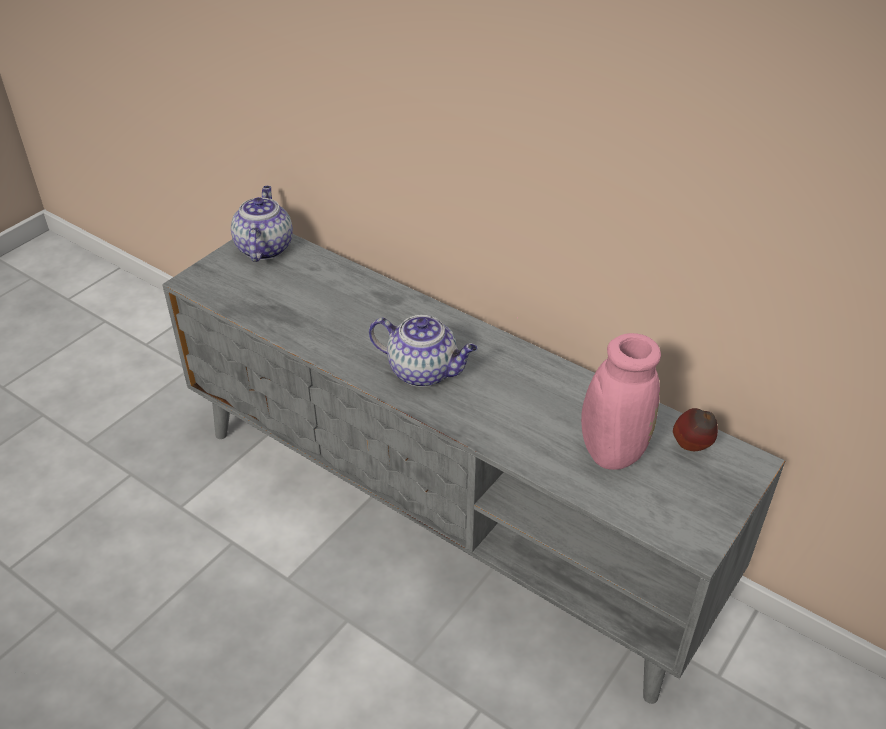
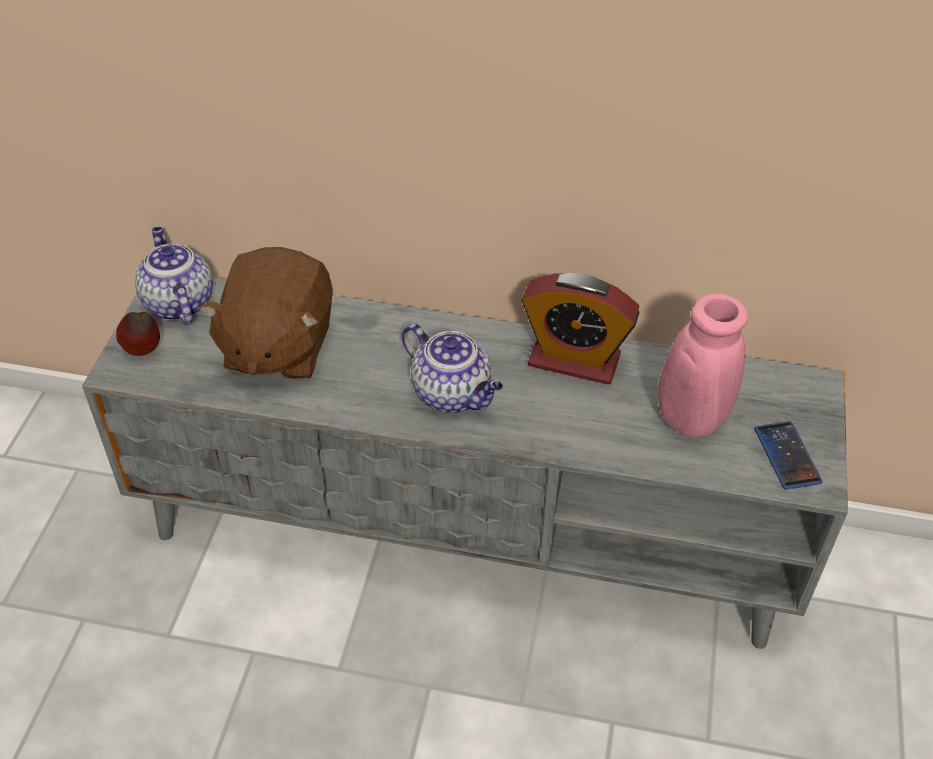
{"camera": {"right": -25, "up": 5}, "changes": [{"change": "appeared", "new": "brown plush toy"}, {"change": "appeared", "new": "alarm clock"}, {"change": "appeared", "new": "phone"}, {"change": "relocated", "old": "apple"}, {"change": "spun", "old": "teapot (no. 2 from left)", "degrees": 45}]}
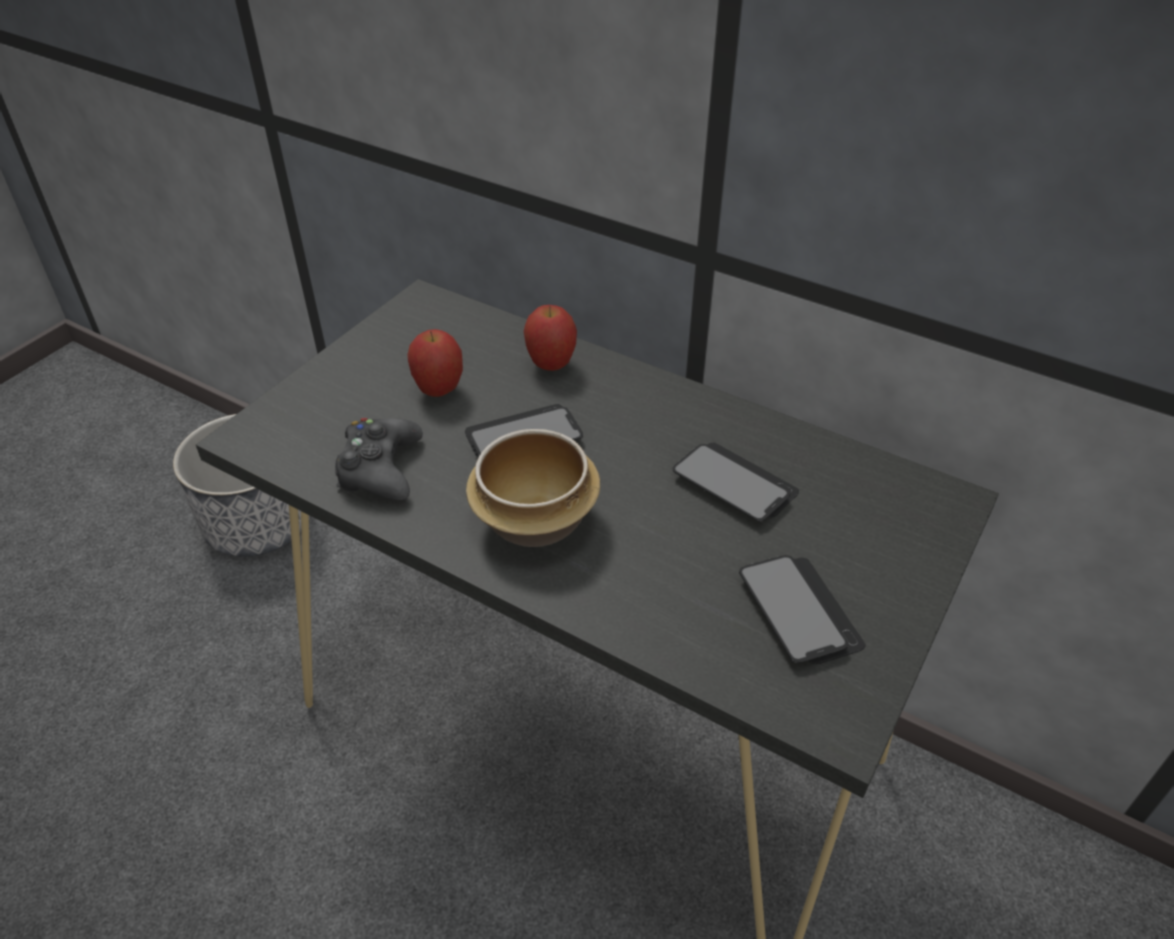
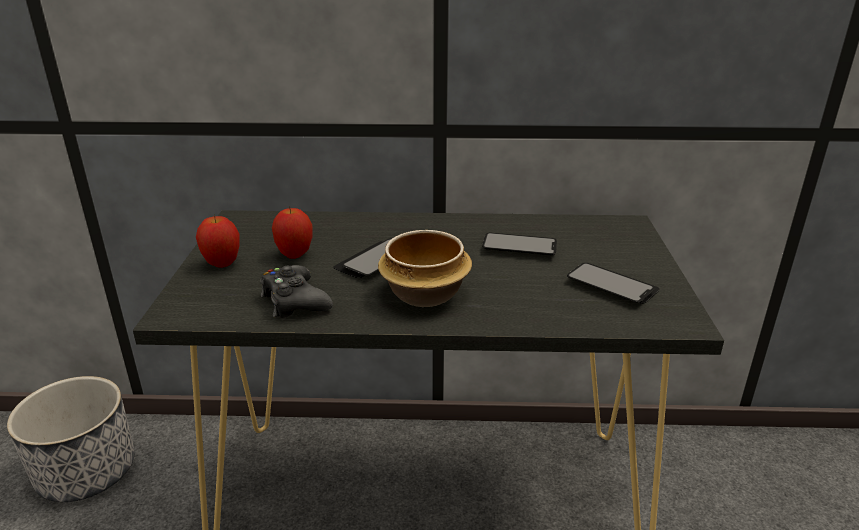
{"camera": {"right": -30, "up": -15}, "changes": [{"change": "relocated", "old": "apple (no. 2 from left in the first image)", "new": "apple (no. 1 from left)"}]}
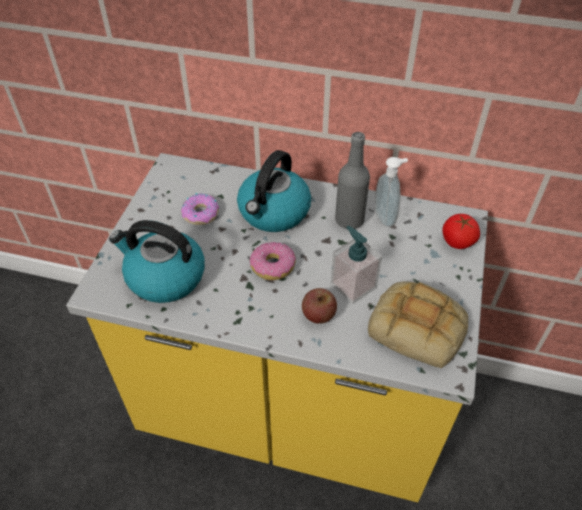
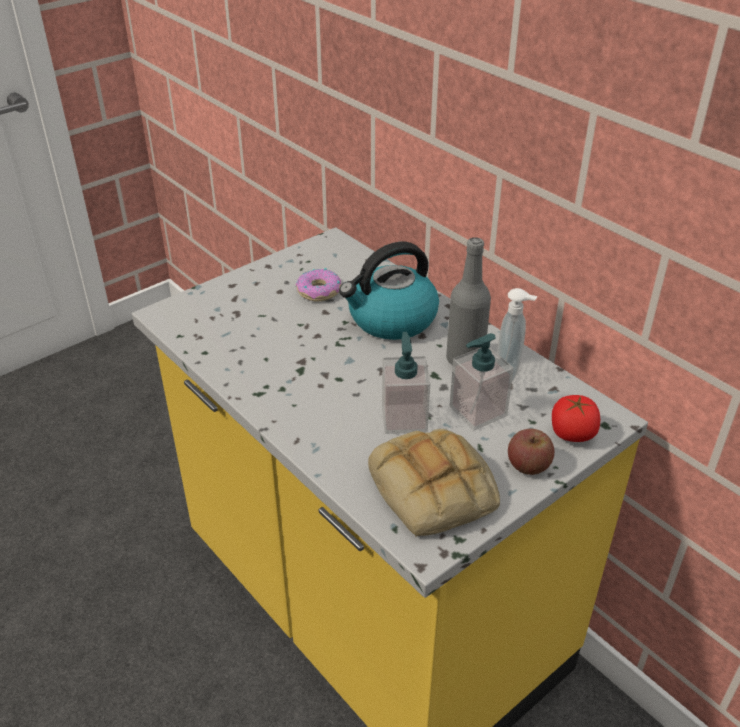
{"camera": {"right": 35, "up": -10}, "changes": [{"change": "missing", "old": "kettle (no. 1 from left)"}, {"change": "missing", "old": "donut (no. 2 from left)"}, {"change": "appeared", "new": "soap dispenser (no. 2 from left)"}, {"change": "relocated", "old": "apple"}]}
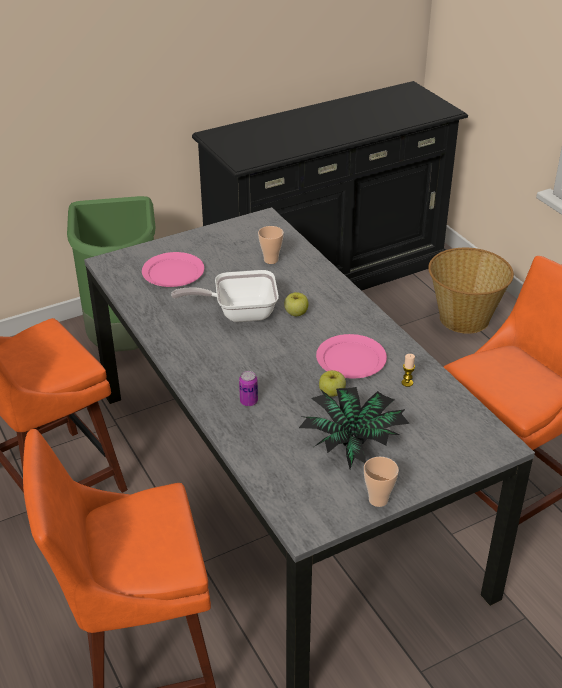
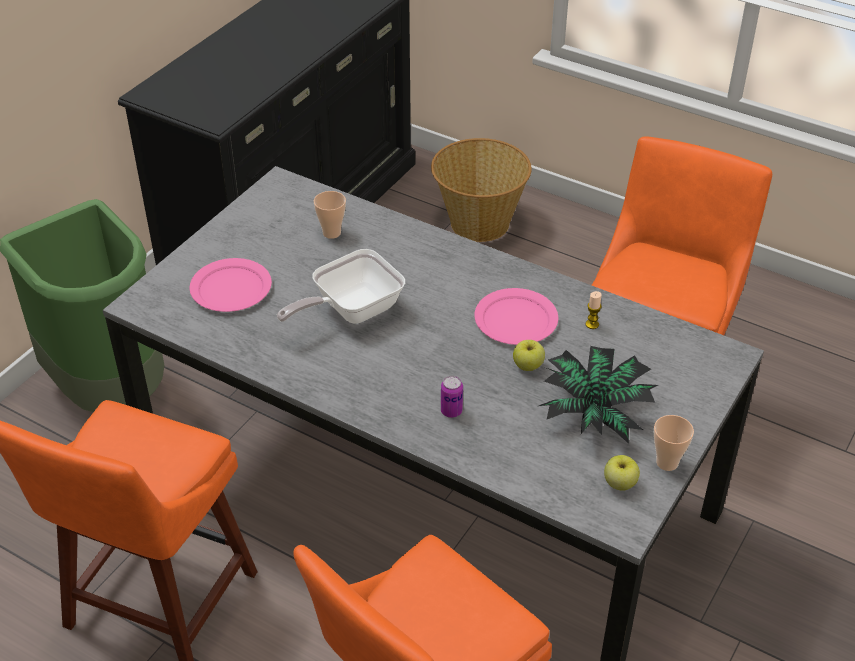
{"camera": {"right": -30, "up": 5}, "changes": [{"change": "relocated", "old": "apple (no. 1 from left in the first image)", "new": "apple (no. 2 from left)"}]}
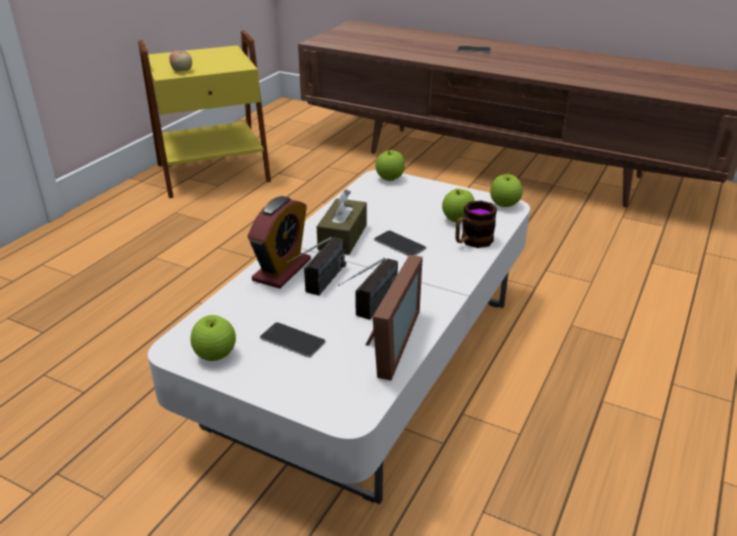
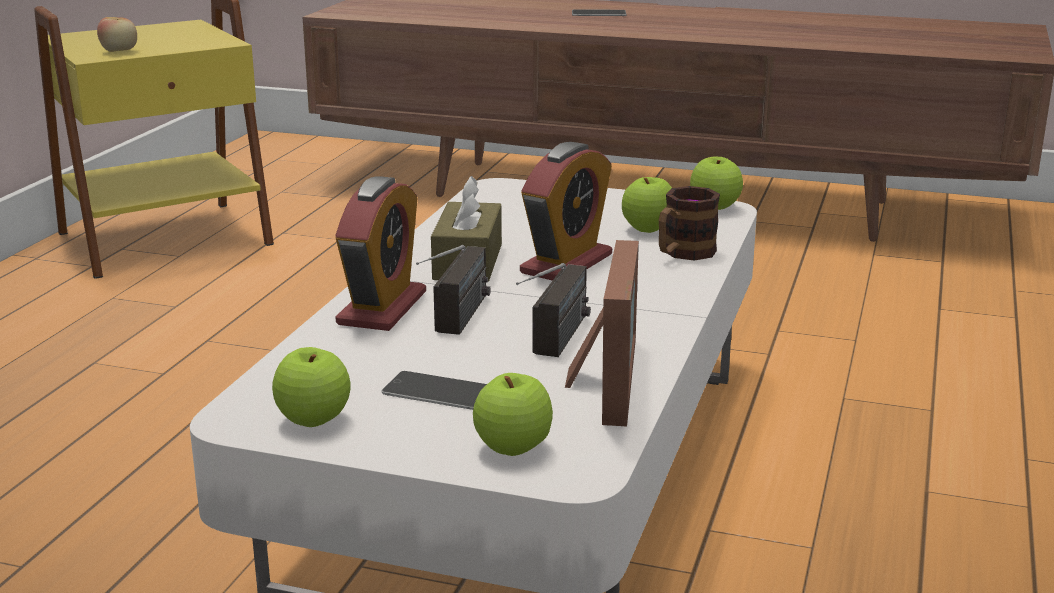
{"camera": {"right": -10, "up": -10}, "changes": [{"change": "relocated", "old": "apple (no. 3 from left)"}, {"change": "exchanged", "old": "phone (no. 2 from left)", "new": "alarm clock (no. 2 from left)"}]}
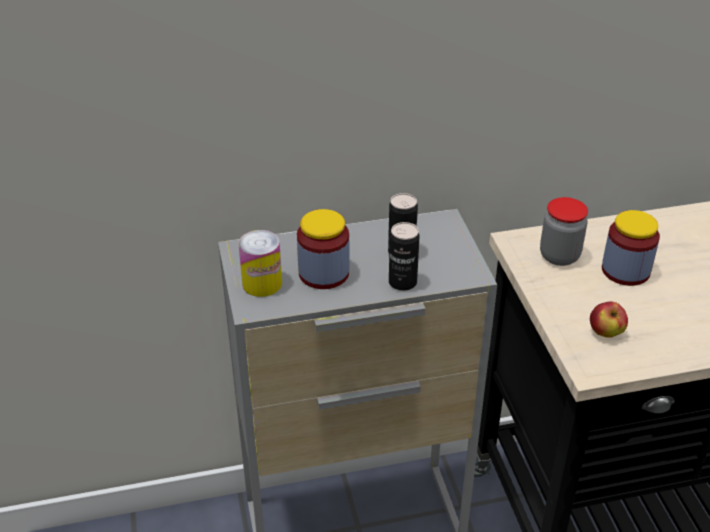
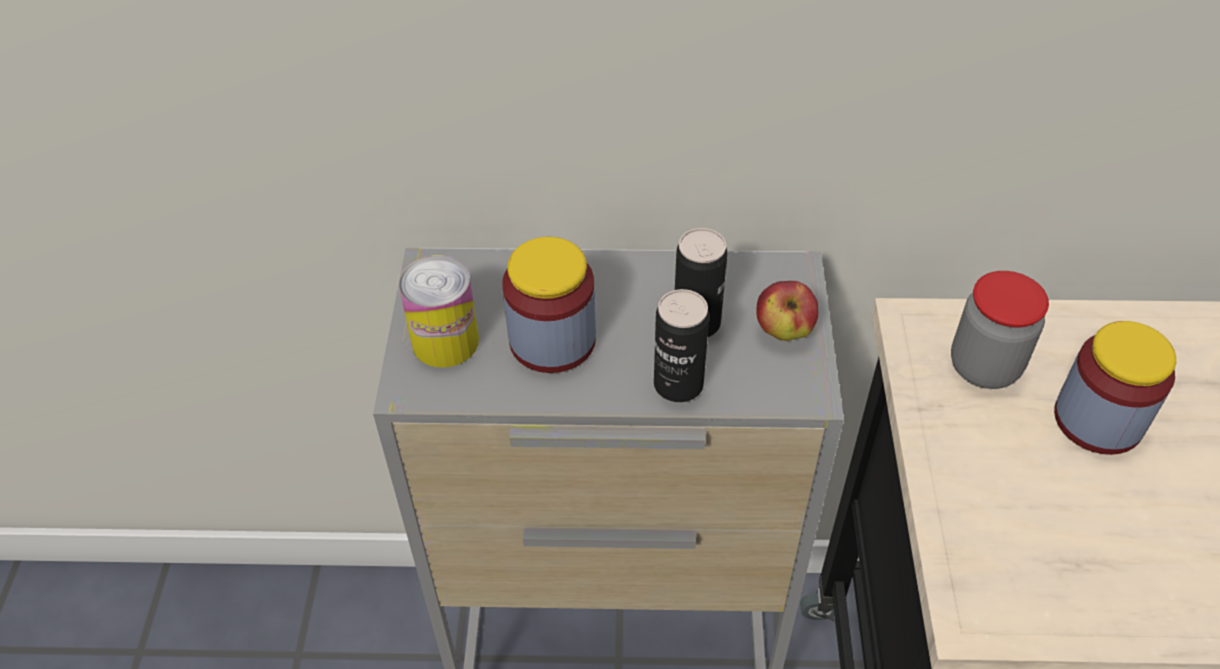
{"camera": {"right": 15, "up": 10}, "changes": [{"change": "relocated", "old": "apple"}]}
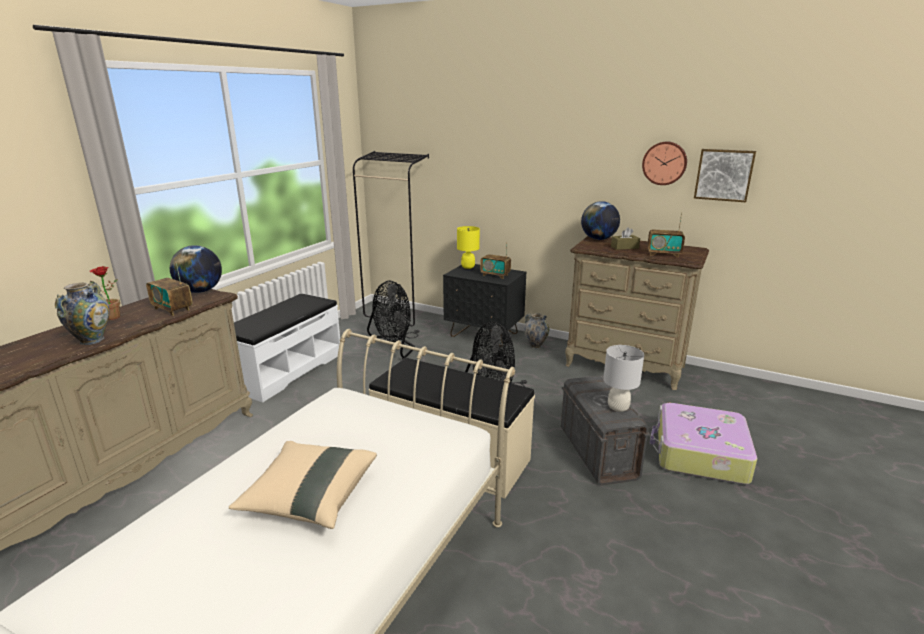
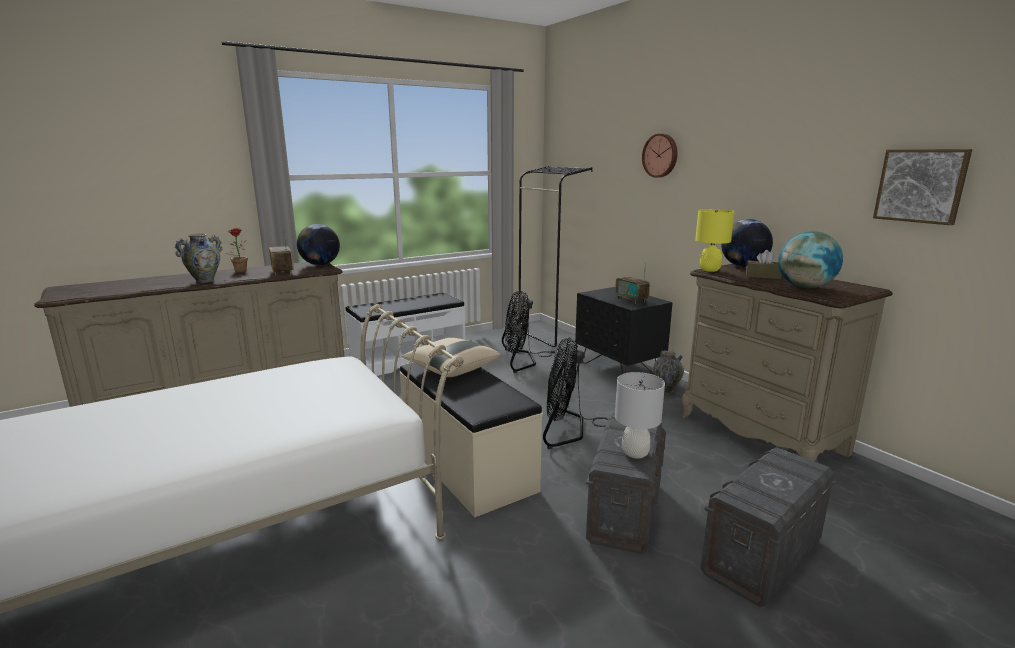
{"camera": {"right": 30, "up": -5}, "changes": [{"change": "relocated", "old": "beige pillow"}, {"change": "relocated", "old": "yellow table lamp"}, {"change": "relocated", "old": "wall clock"}, {"change": "exchanged", "old": "radio (no. 3 from left)", "new": "globe (no. 3 from left)"}, {"change": "exchanged", "old": "suitcase", "new": "grey storage box (no. 2 from left)"}]}
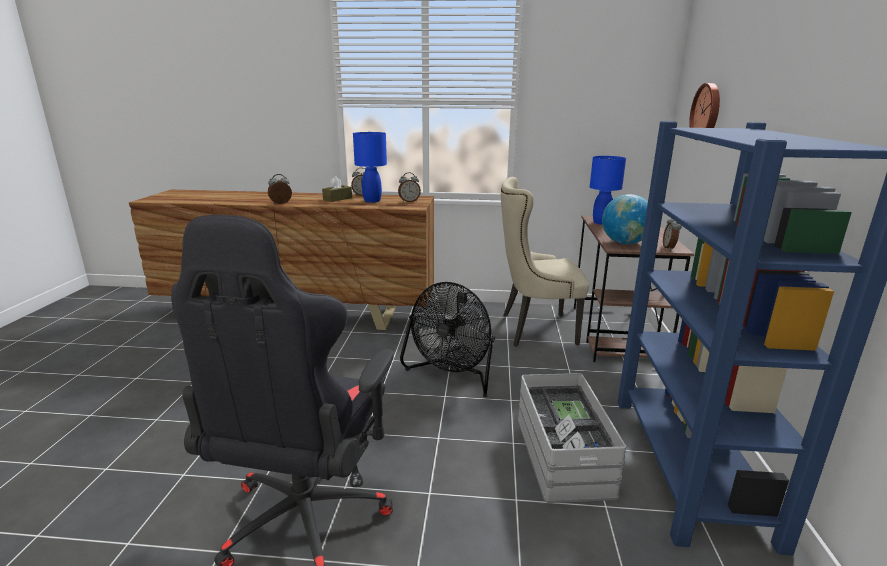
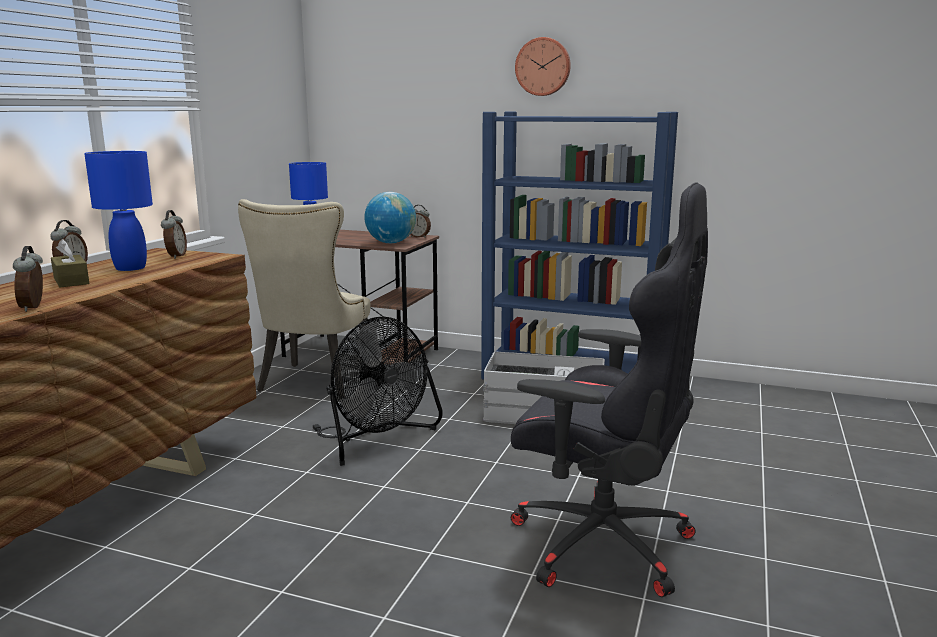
{"camera": {"right": -75, "up": -5}, "changes": [{"change": "relocated", "old": "wall clock"}]}
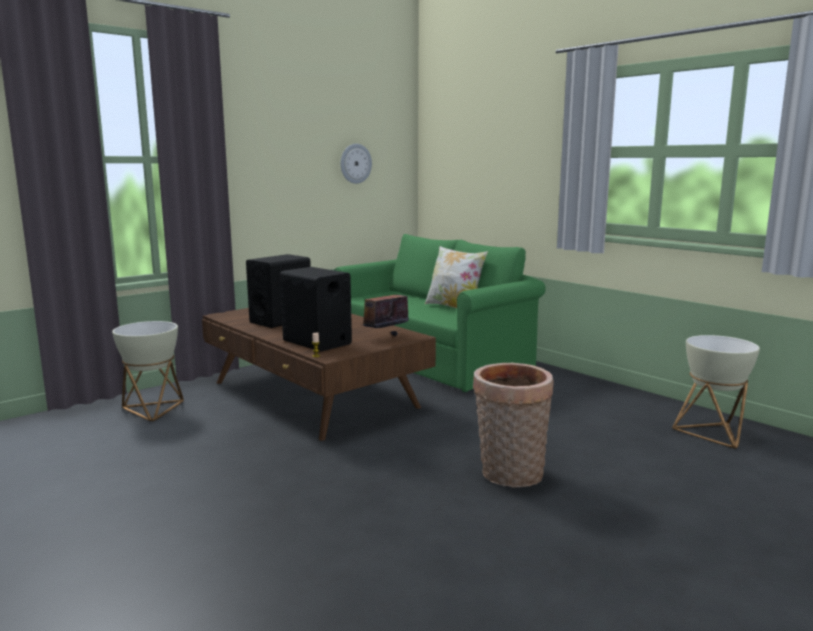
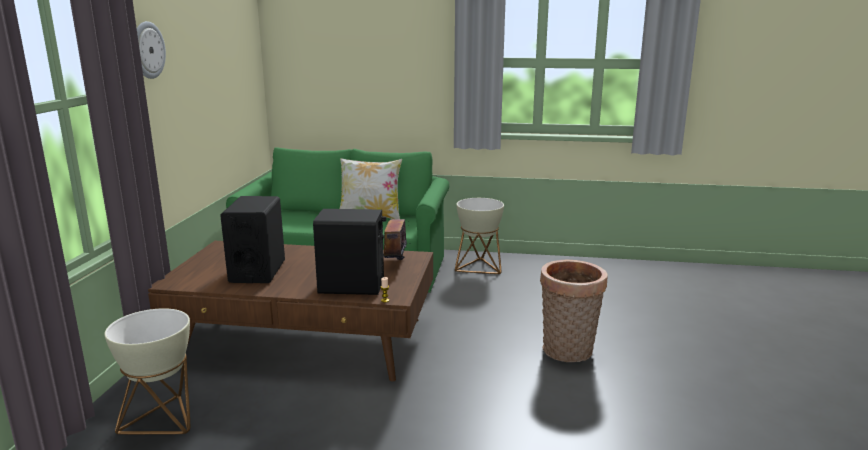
{"camera": {"right": -40, "up": 5}, "changes": [{"change": "relocated", "old": "wall clock"}, {"change": "relocated", "old": "planter (no. 2 from left)"}]}
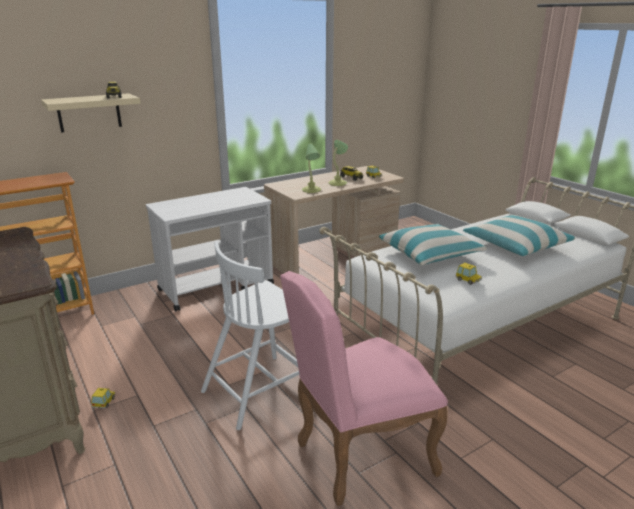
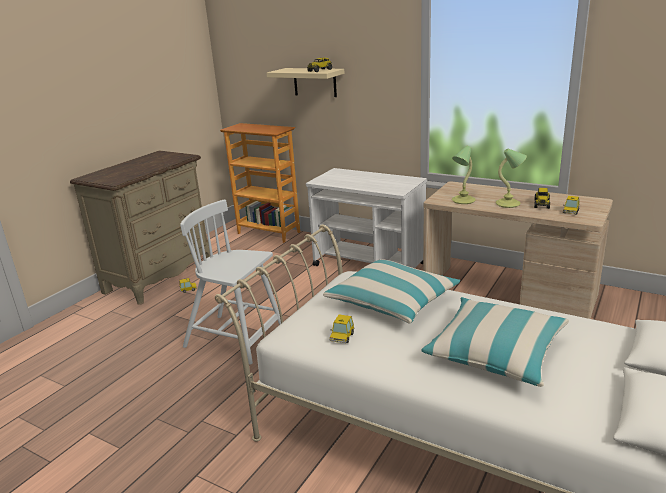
{"camera": {"right": 65, "up": 0}, "changes": [{"change": "missing", "old": "pink chair"}]}
